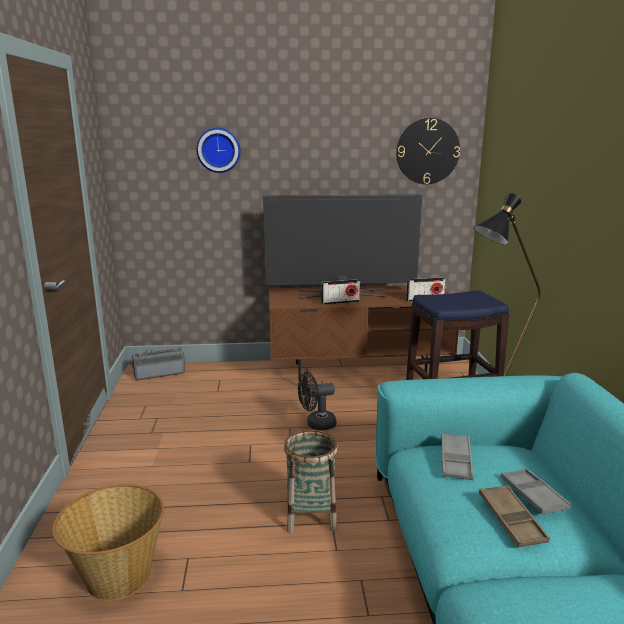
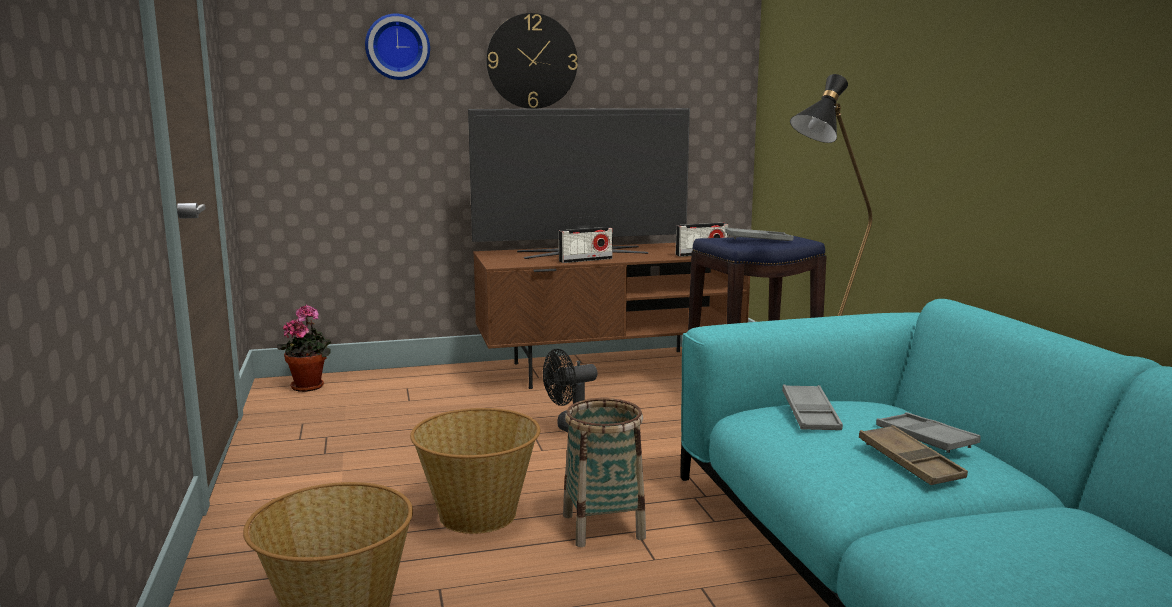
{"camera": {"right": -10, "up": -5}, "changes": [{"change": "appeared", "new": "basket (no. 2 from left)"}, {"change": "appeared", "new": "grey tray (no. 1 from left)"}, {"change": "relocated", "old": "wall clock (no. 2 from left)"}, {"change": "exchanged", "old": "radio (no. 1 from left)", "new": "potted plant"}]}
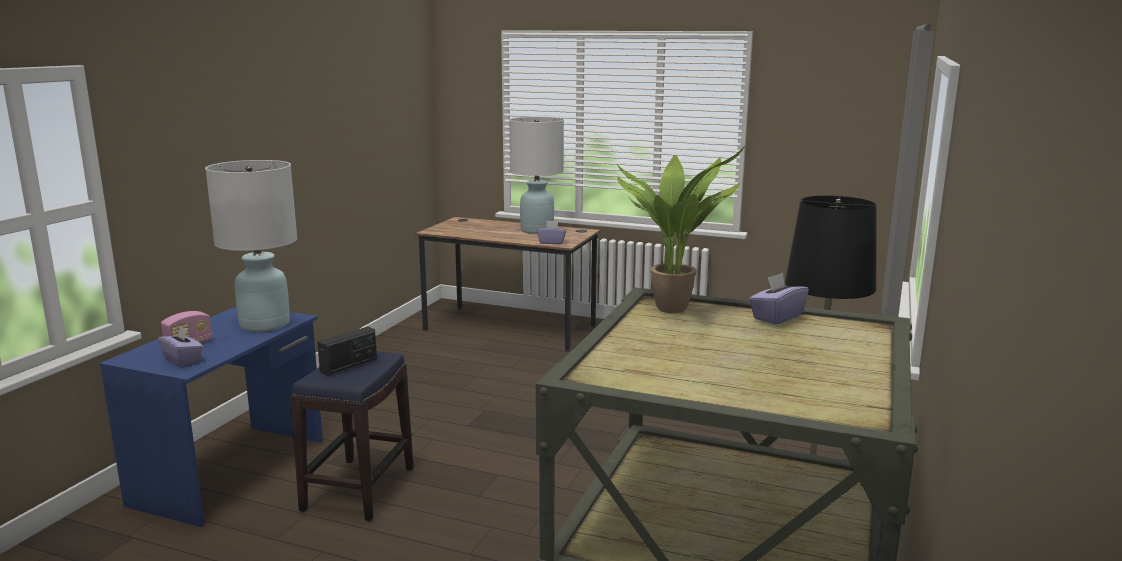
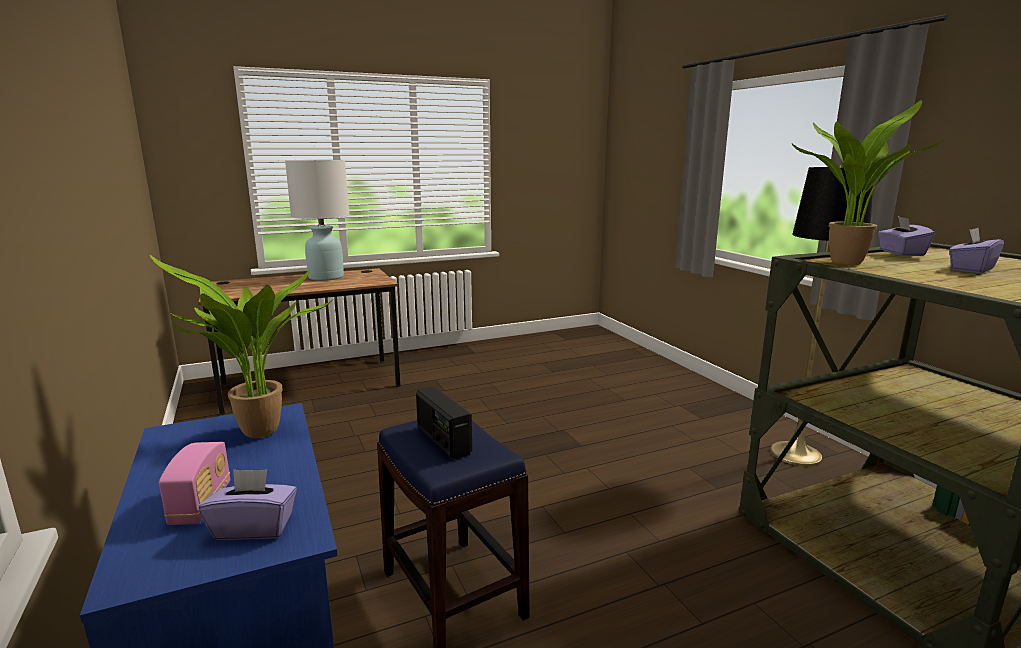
{"camera": {"right": -45, "up": 0}, "changes": [{"change": "relocated", "old": "purple tissue box (no. 2 from left in the first image)", "new": "purple tissue box (no. 3 from left)"}, {"change": "exchanged", "old": "white table lamp (no. 1 from left)", "new": "potted plant (no. 1 from left)"}, {"change": "spun", "old": "radio (no. 2 from left)", "degrees": 150}]}
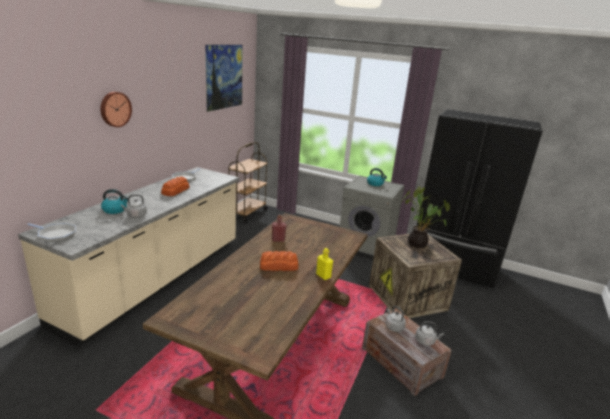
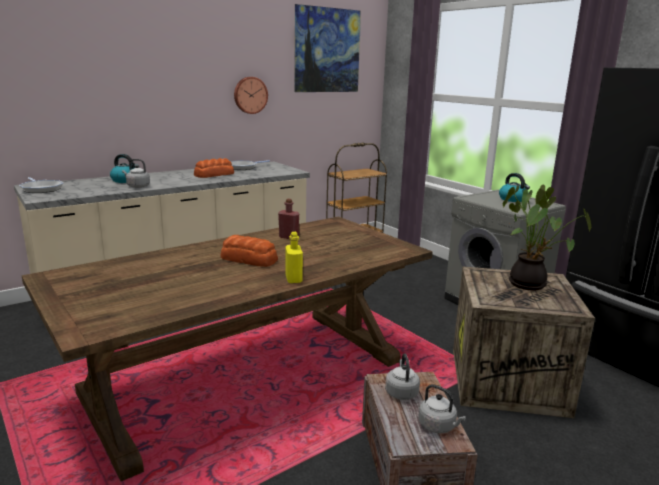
{"camera": {"right": 30, "up": -5}, "changes": [{"change": "relocated", "old": "wall clock"}]}
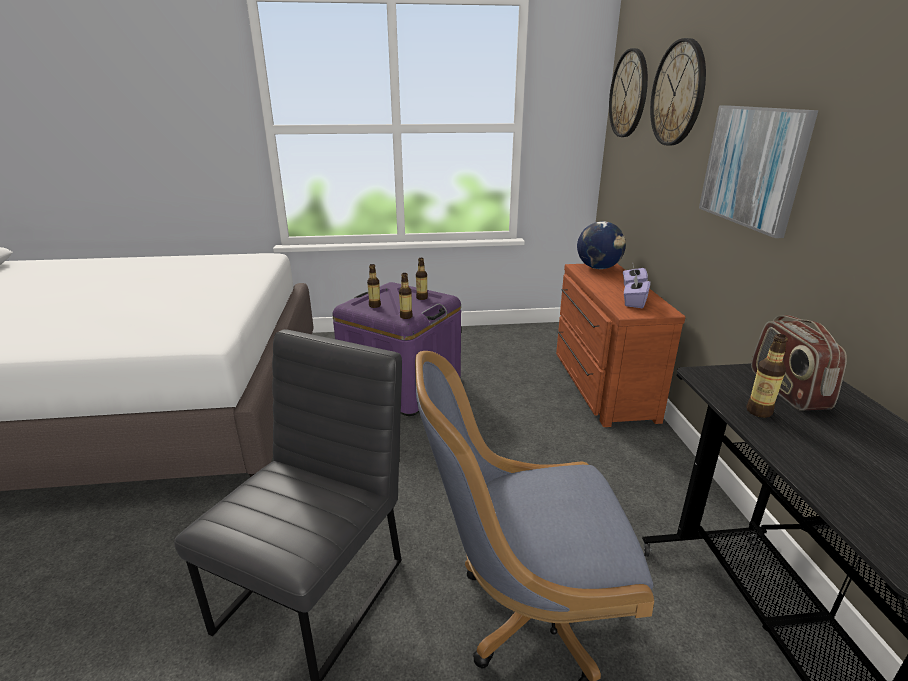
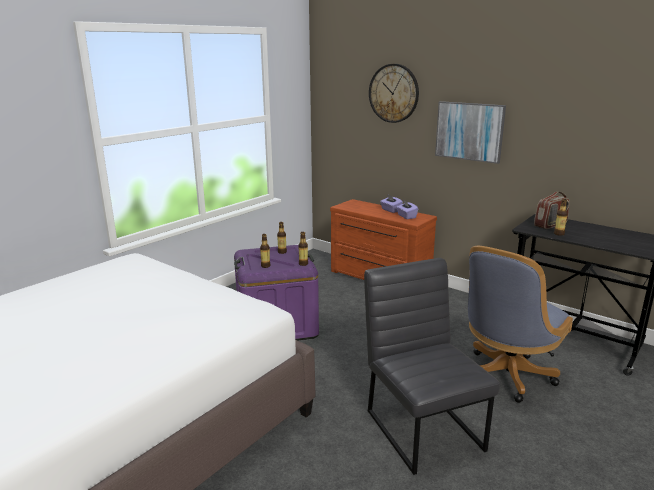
{"camera": {"right": -45, "up": -5}, "changes": [{"change": "missing", "old": "globe"}, {"change": "missing", "old": "wall clock (no. 1 from left)"}, {"change": "spun", "old": "radio", "degrees": -75}]}
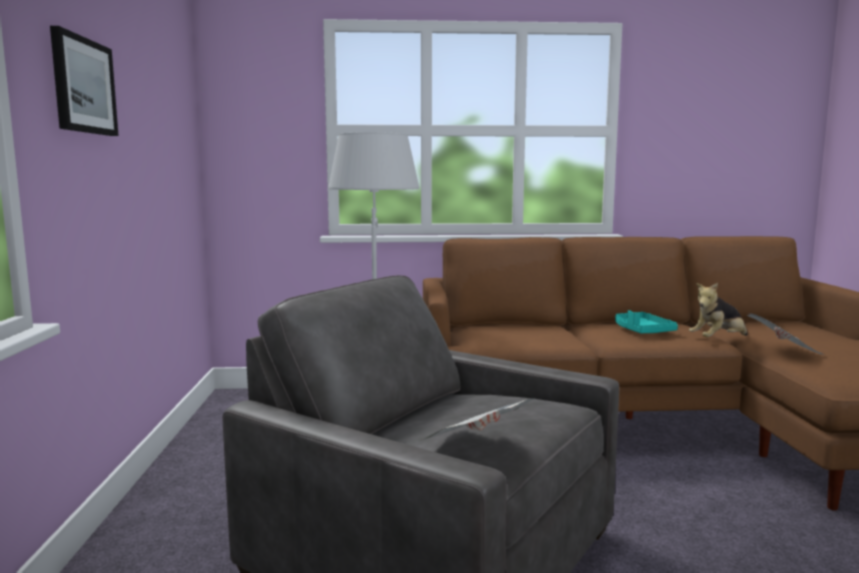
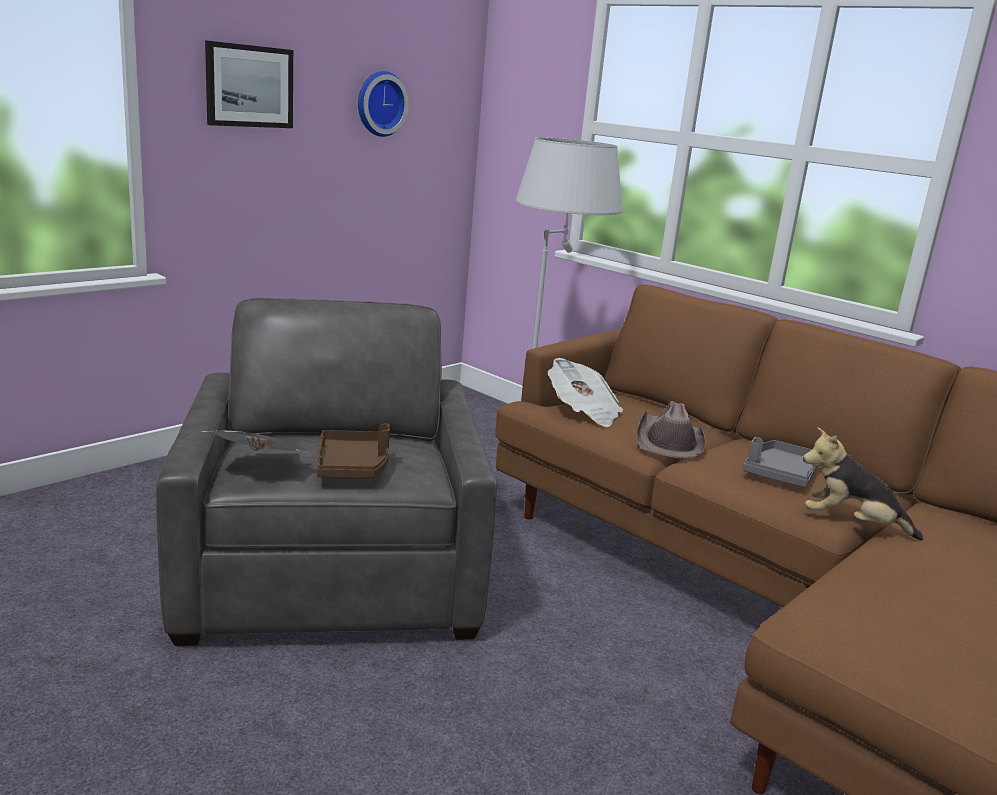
{"camera": {"right": 45, "up": 10}, "changes": [{"change": "appeared", "new": "brown tray"}, {"change": "appeared", "new": "wall clock"}, {"change": "appeared", "new": "brown hat"}, {"change": "relocated", "old": "newspaper (no. 2 from left)"}, {"change": "colour", "old": "turquoise tray", "new": "grey tray"}]}
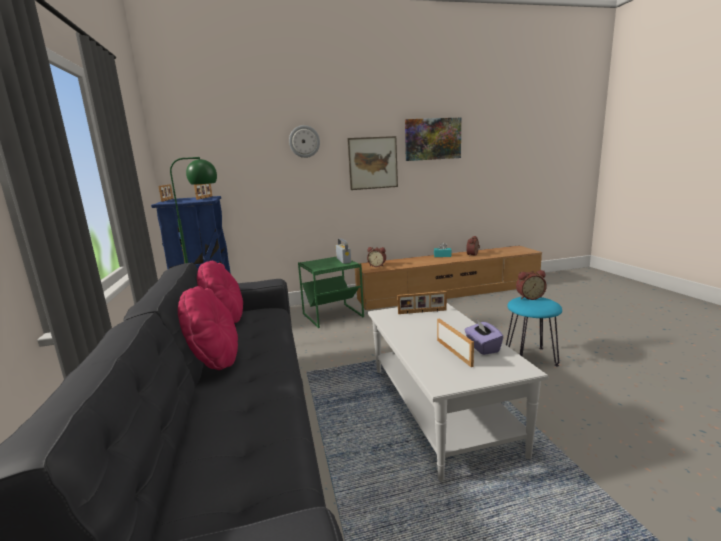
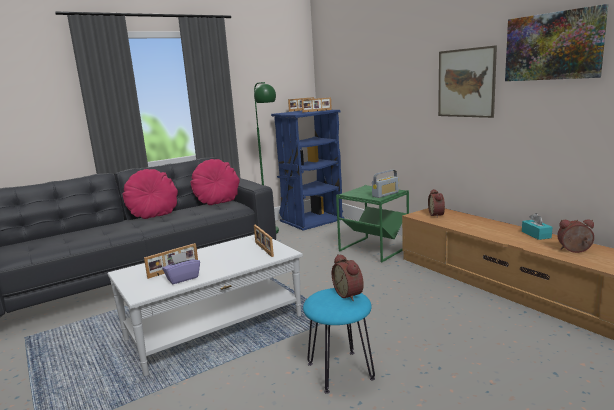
{"camera": {"right": 70, "up": 0}, "changes": [{"change": "missing", "old": "wall clock"}]}
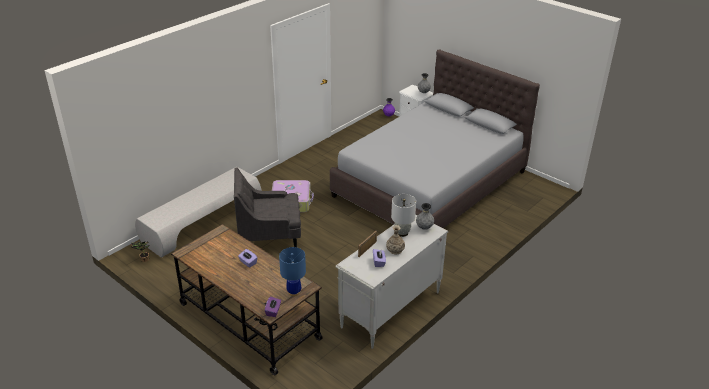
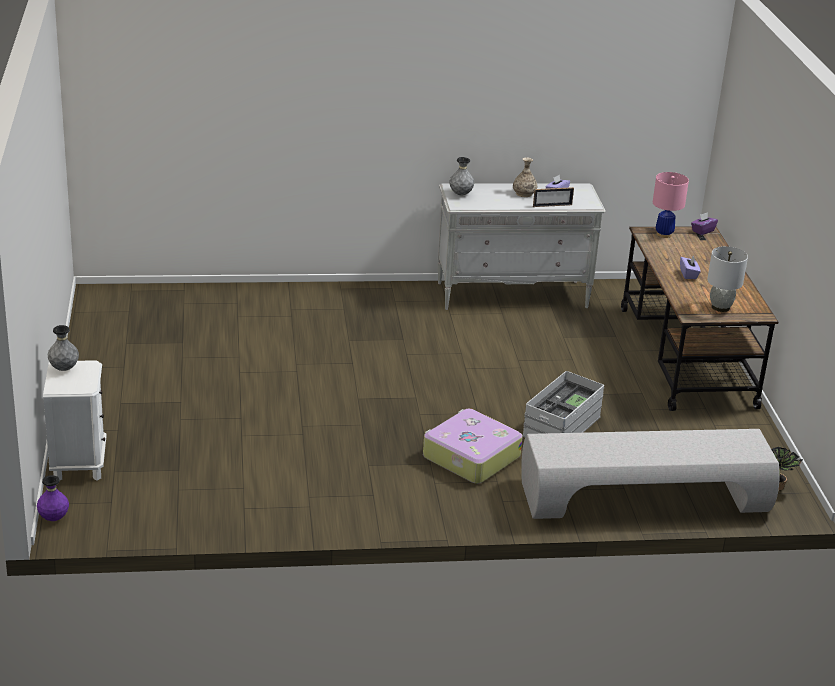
{"camera": {"right": -140, "up": -5}, "changes": [{"change": "missing", "old": "grey bed"}, {"change": "relocated", "old": "white table lamp"}, {"change": "exchanged", "old": "grey armchair", "new": "grey storage box"}, {"change": "colour", "old": "blue table lamp", "new": "pink table lamp"}]}
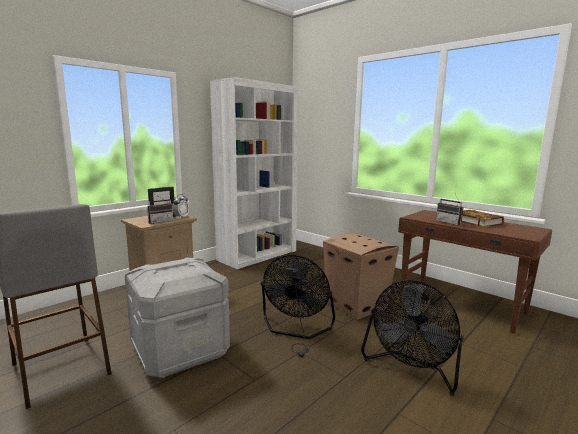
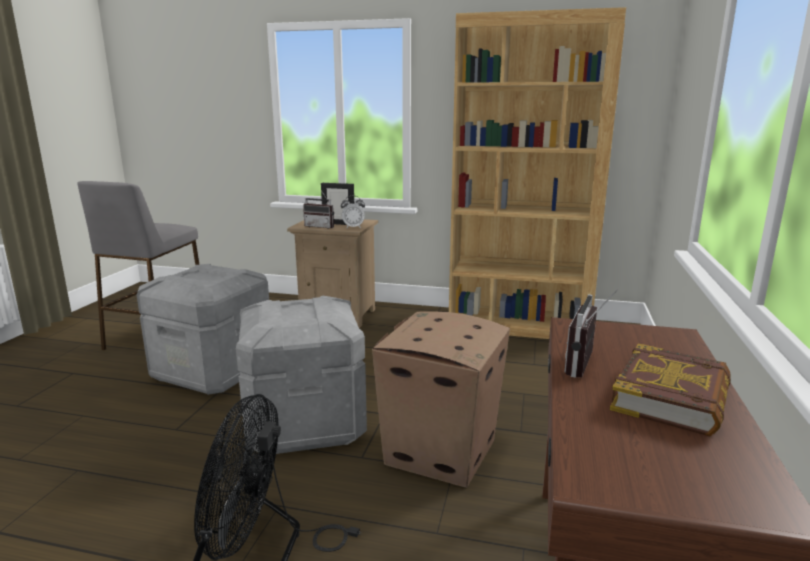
{"camera": {"right": 60, "up": 5}, "changes": [{"change": "exchanged", "old": "black fan (no. 1 from left)", "new": "grey storage box (no. 2 from left)"}, {"change": "colour", "old": "white bookcase", "new": "brown bookcase"}]}
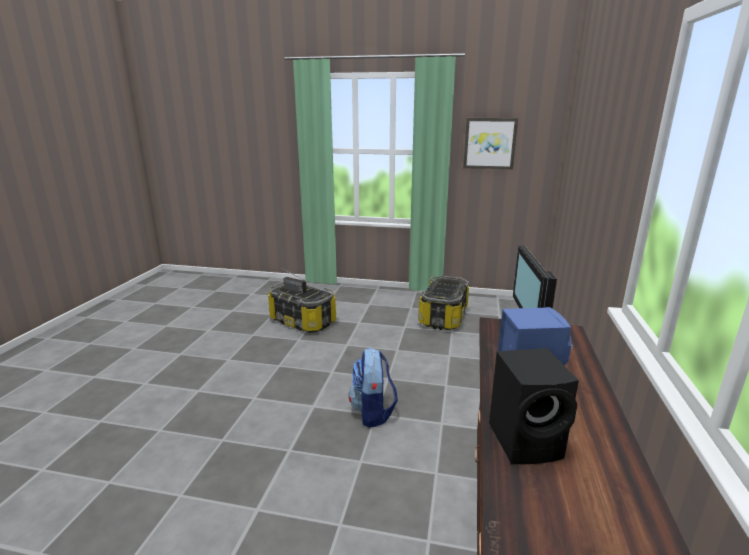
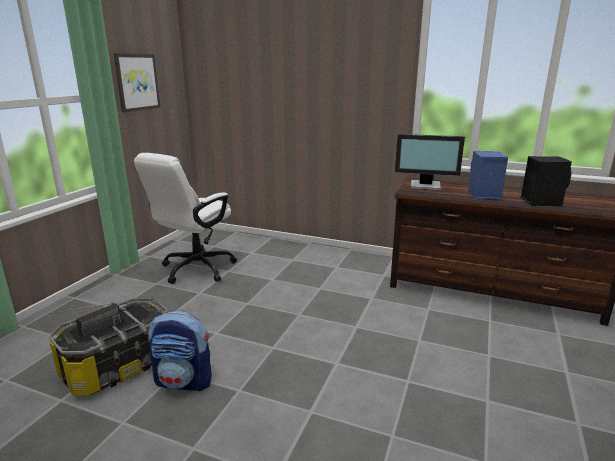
{"camera": {"right": -80, "up": 0}, "changes": [{"change": "relocated", "old": "backpack"}, {"change": "exchanged", "old": "storage box (no. 2 from left)", "new": "white office chair"}]}
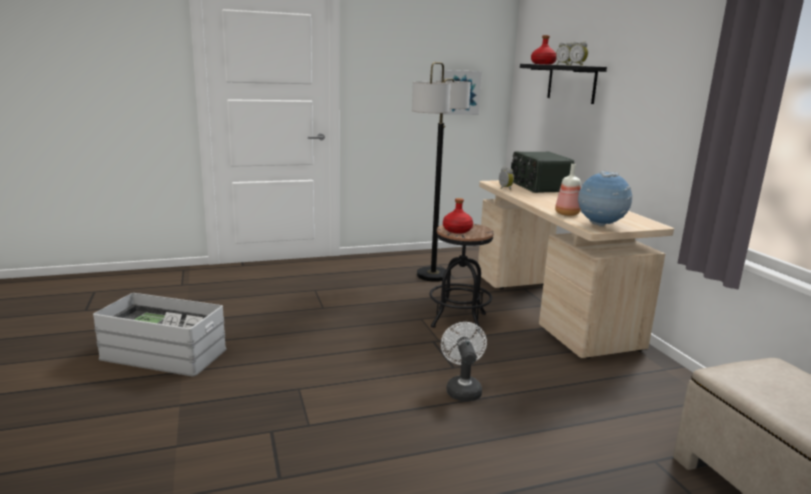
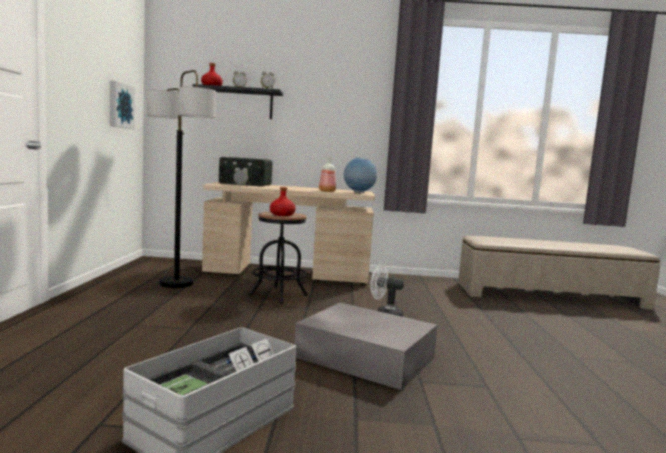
{"camera": {"right": -70, "up": -10}, "changes": [{"change": "appeared", "new": "grey storage box (no. 2 from left)"}]}
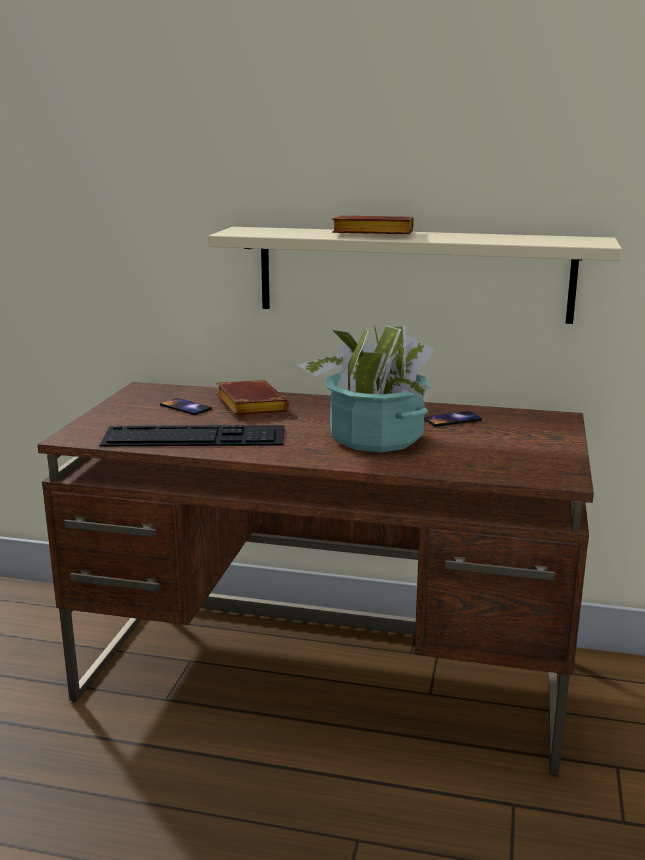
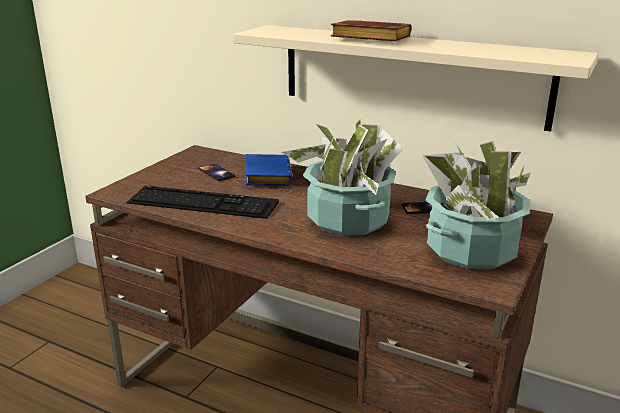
{"camera": {"right": 15, "up": 5}, "changes": [{"change": "appeared", "new": "potted plant (no. 2 from left)"}, {"change": "colour", "old": "brown book (no. 1 from left)", "new": "blue book"}]}
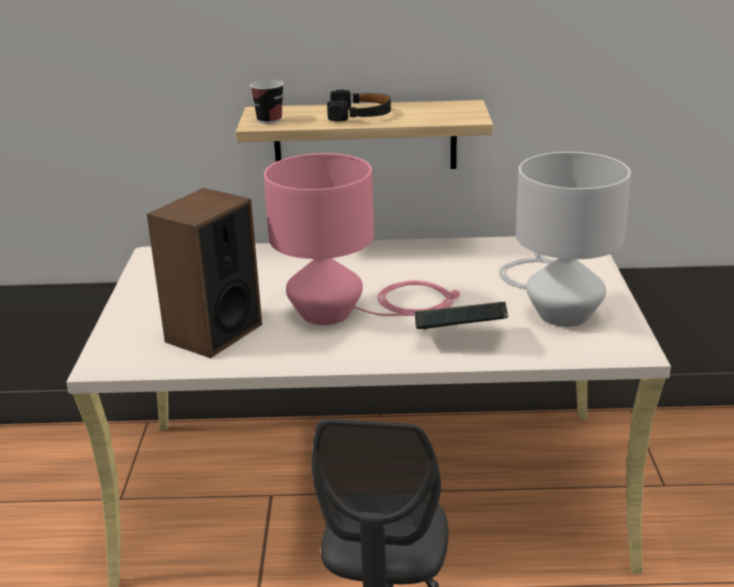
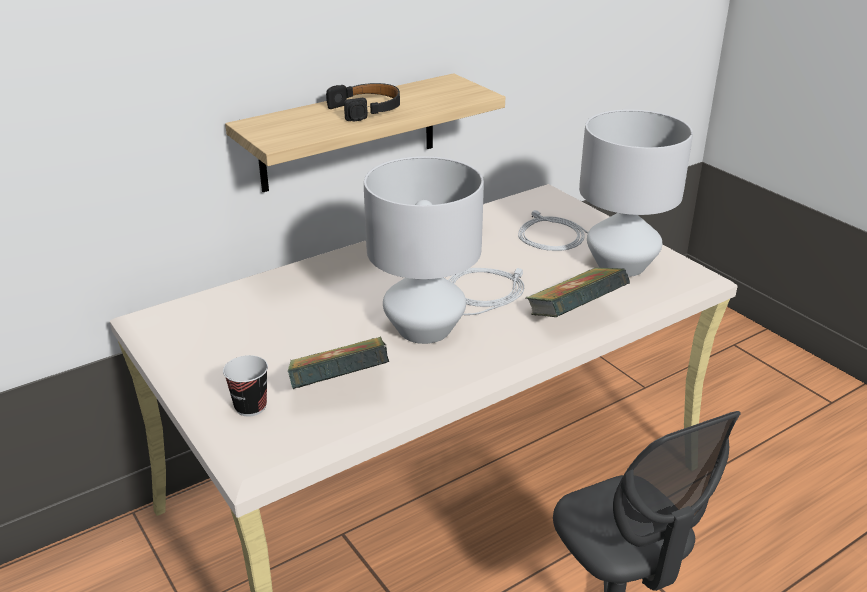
{"camera": {"right": -35, "up": 5}, "changes": [{"change": "relocated", "old": "cup"}, {"change": "exchanged", "old": "speaker", "new": "book (no. 1 from left)"}, {"change": "colour", "old": "pink table lamp", "new": "white table lamp (no. 1 from left)"}]}
